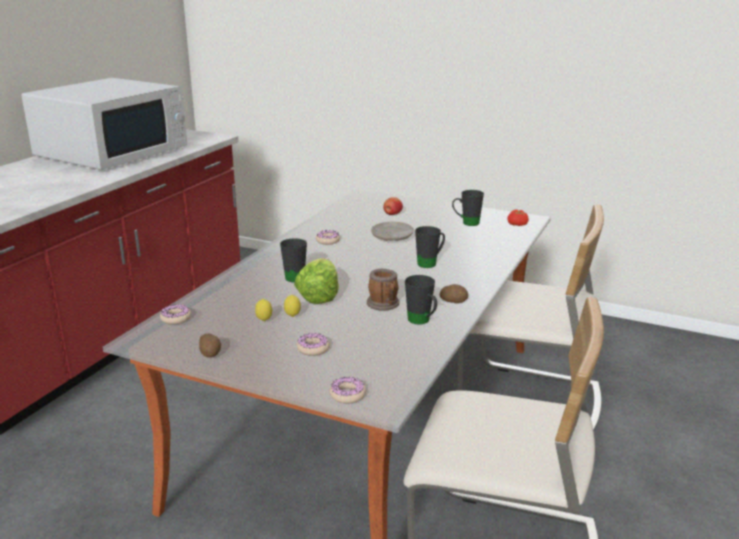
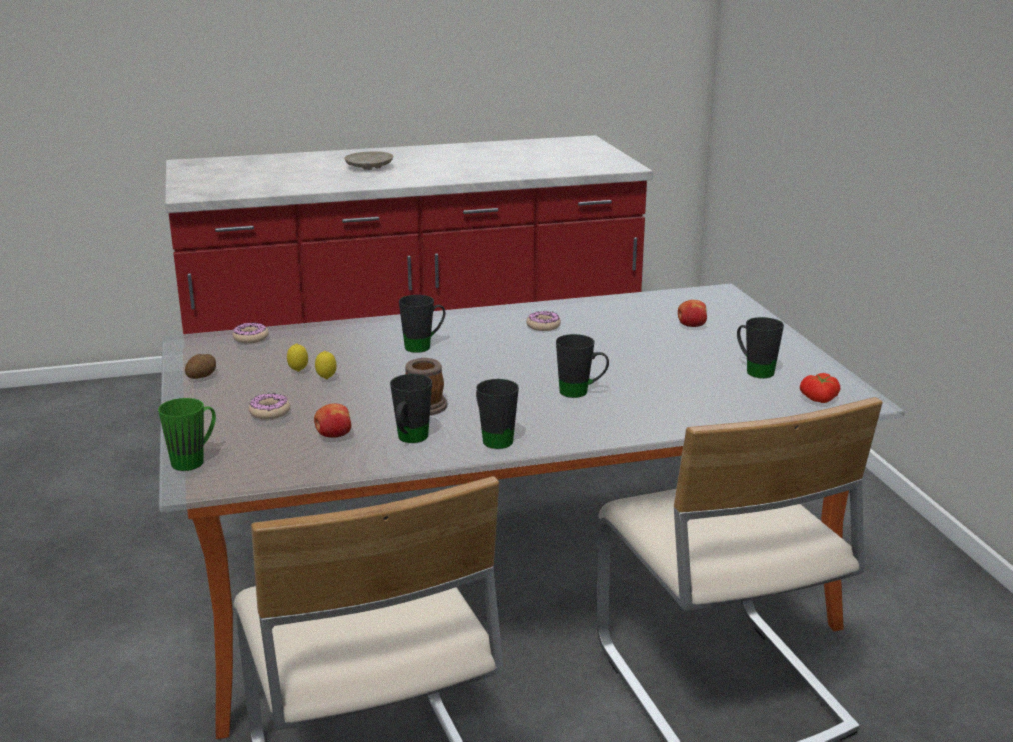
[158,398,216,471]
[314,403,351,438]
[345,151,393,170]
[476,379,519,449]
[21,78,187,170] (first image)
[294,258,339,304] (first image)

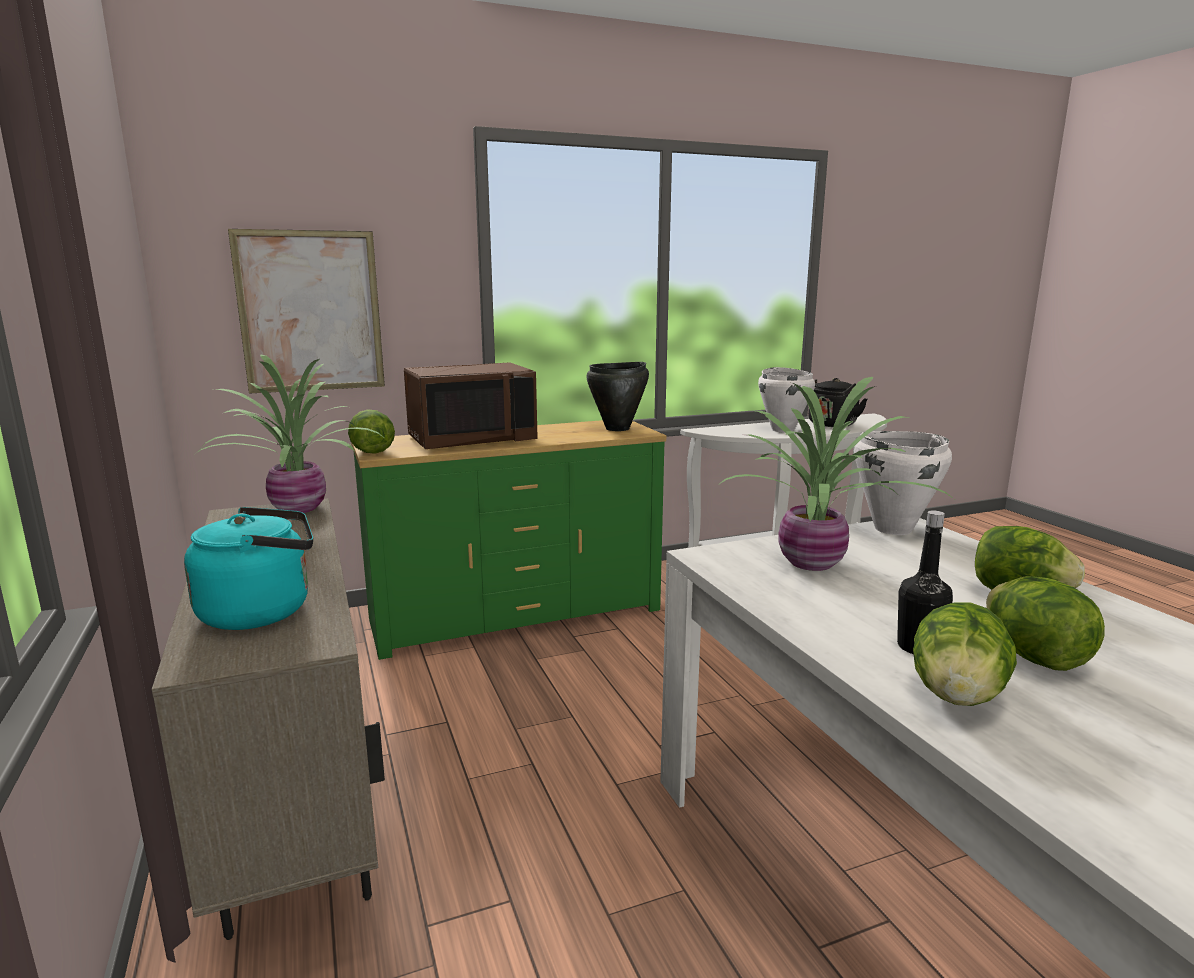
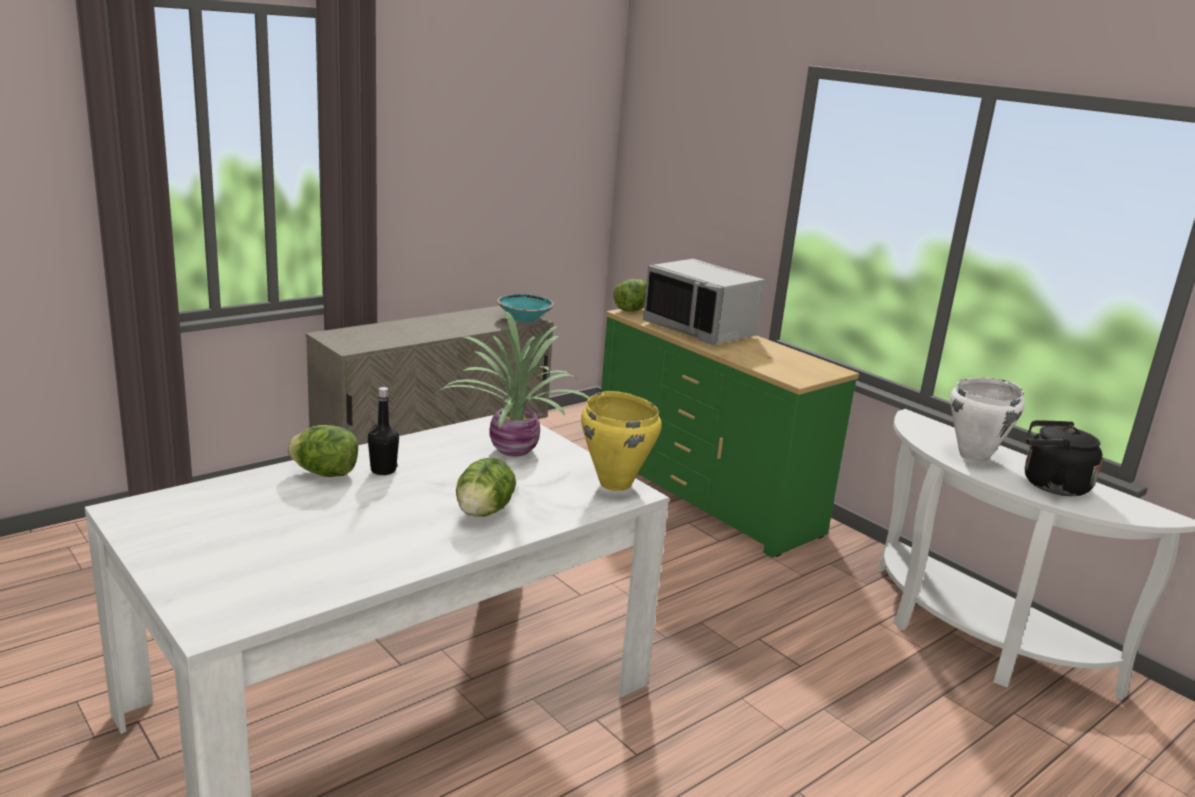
[497,294,554,322]
[581,391,662,491]
[643,259,765,345]
[184,507,313,630] (first image)
[228,229,385,394] (first image)
[587,362,649,431] (first image)
[986,576,1105,671] (first image)

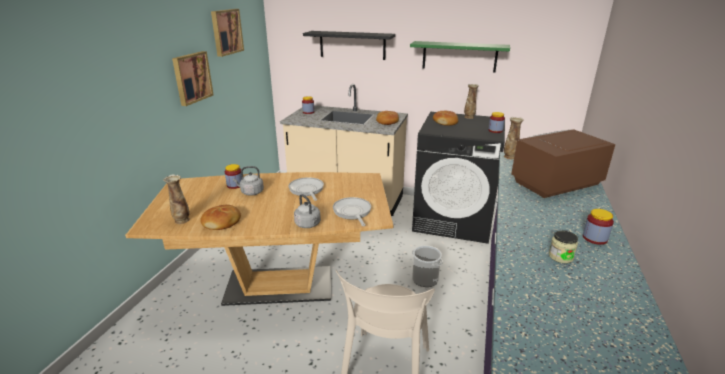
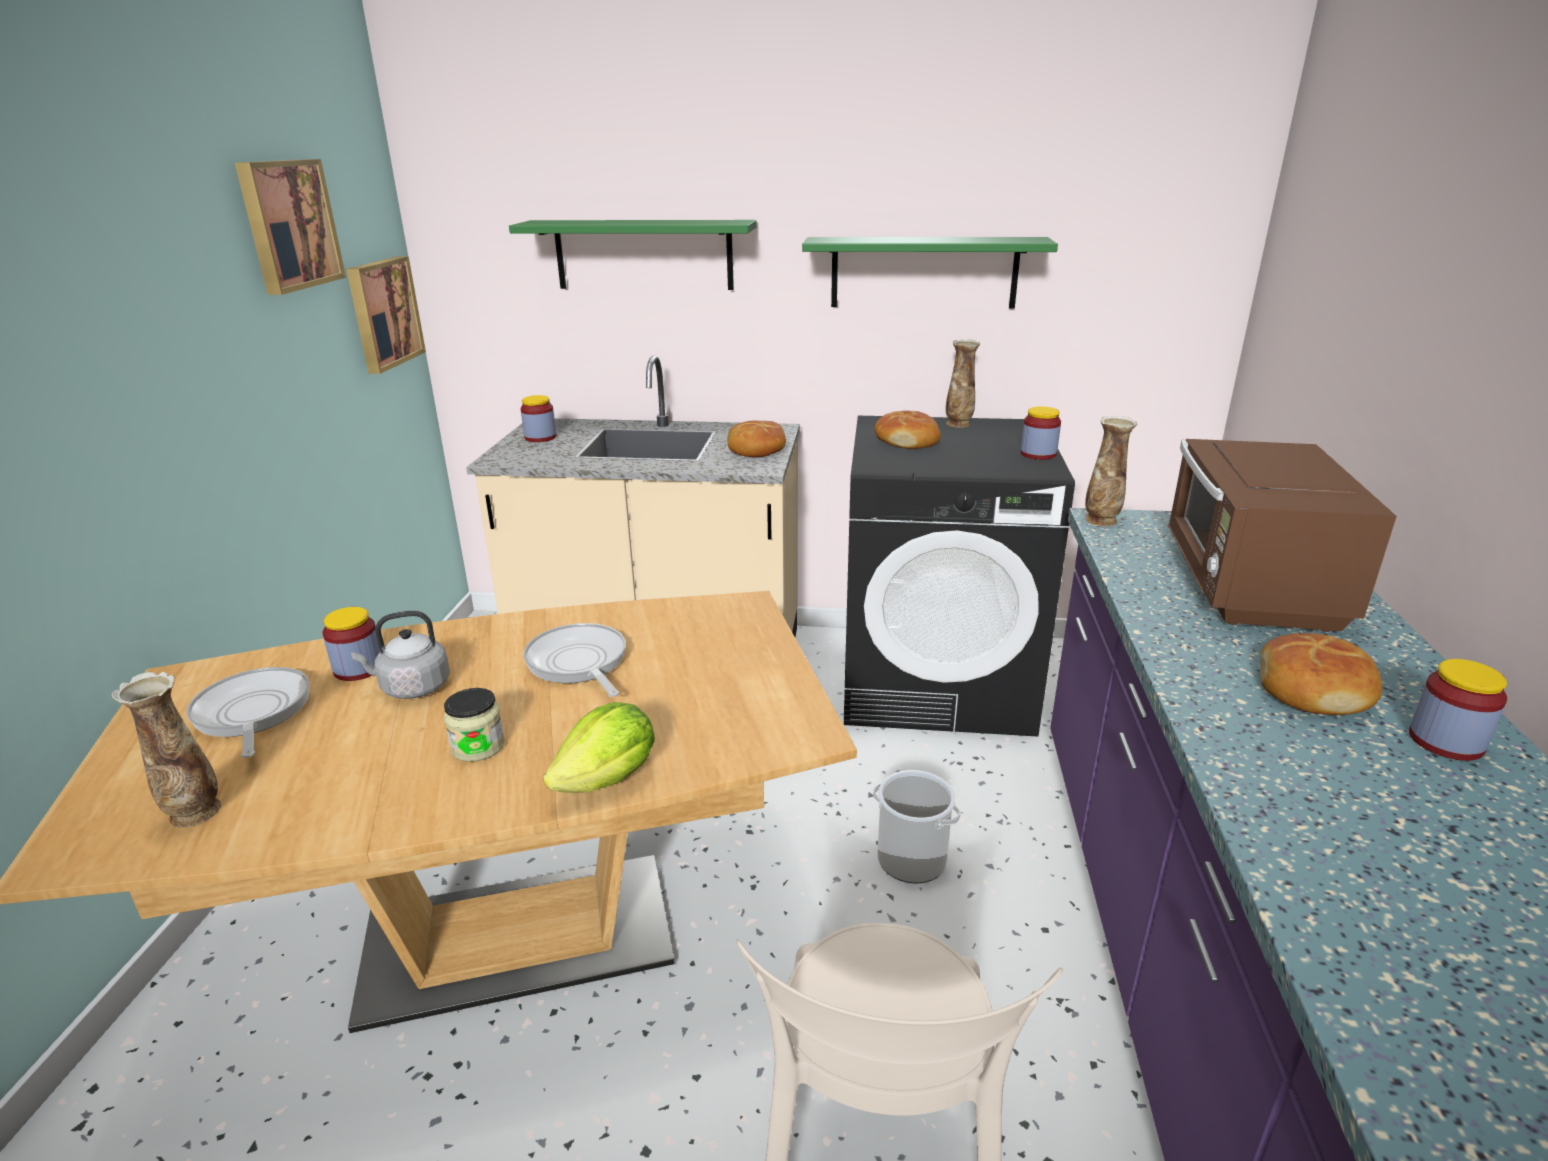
[186,667,310,758]
[346,256,426,374]
[444,688,505,762]
[509,220,757,290]
[543,702,655,793]
[1168,439,1397,632]
[1260,633,1382,715]

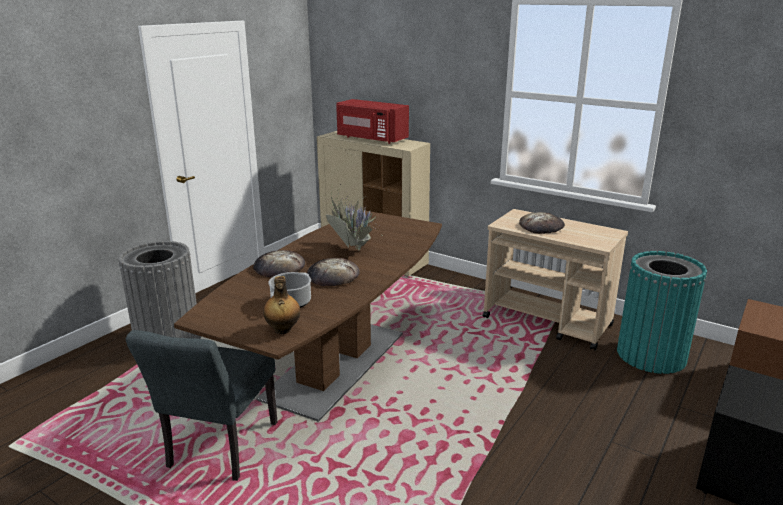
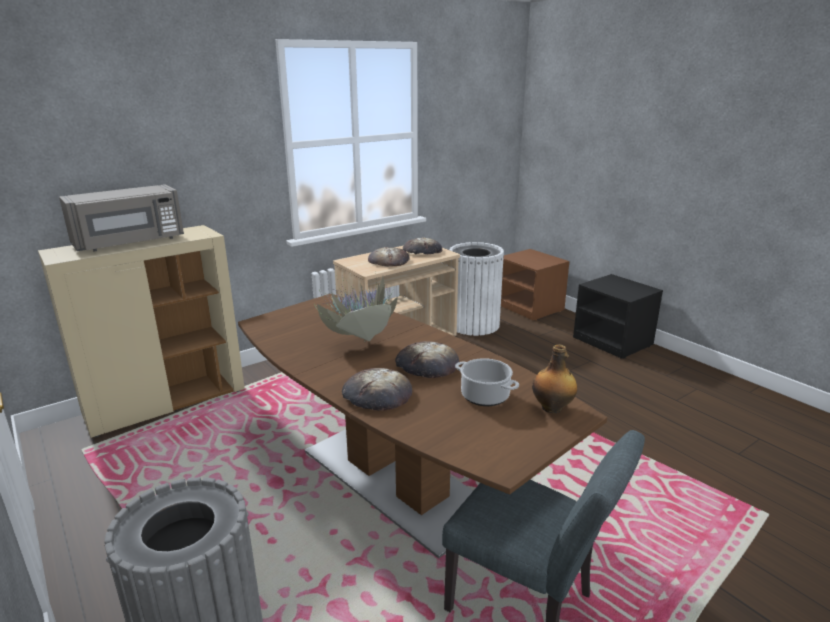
[59,184,184,252]
[403,237,442,255]
[450,242,504,336]

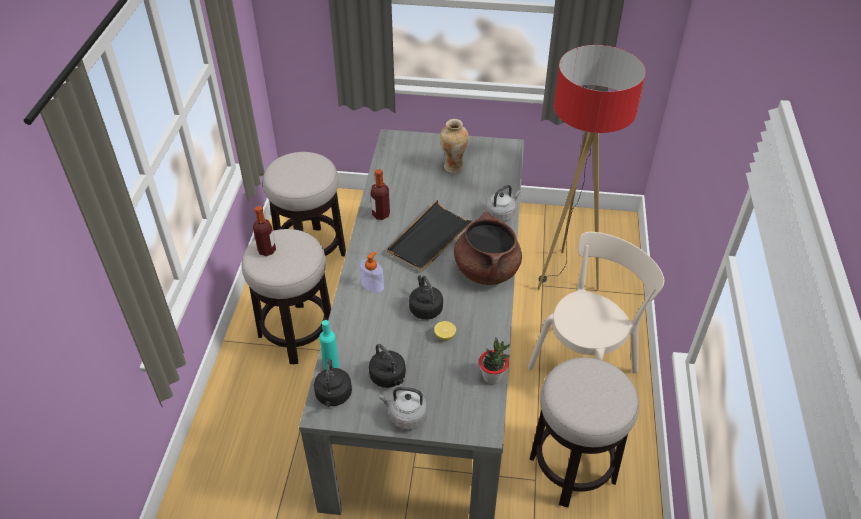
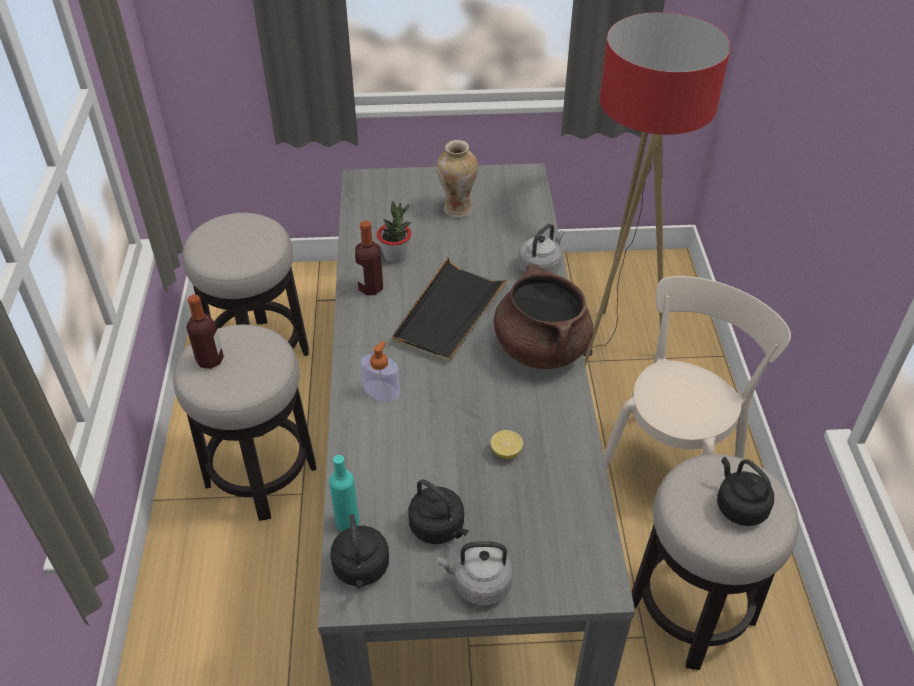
[377,201,411,263]
[717,457,774,526]

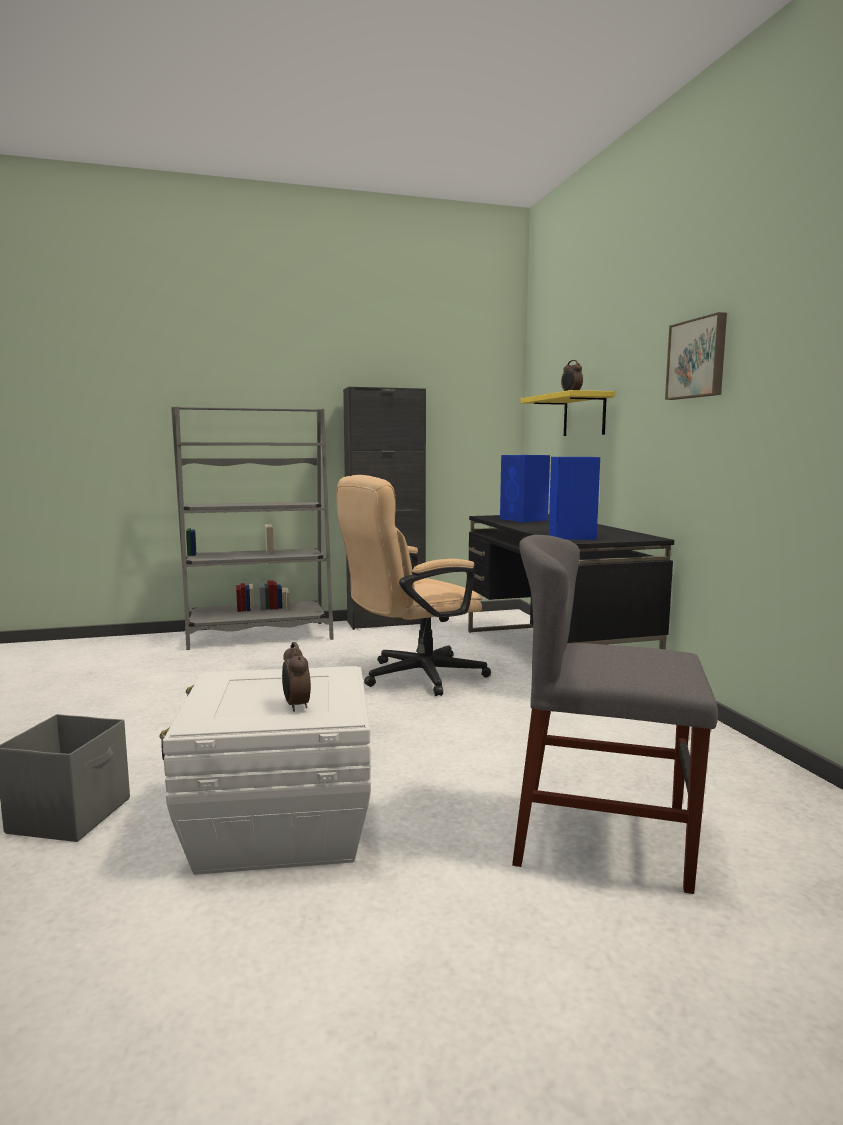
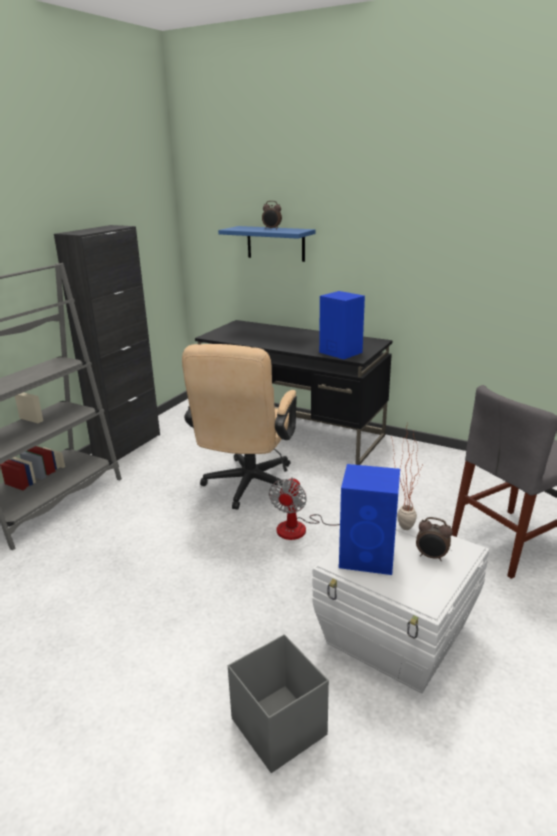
[218,226,316,262]
[269,477,340,540]
[339,464,400,575]
[391,424,421,530]
[665,312,727,400] (first image)

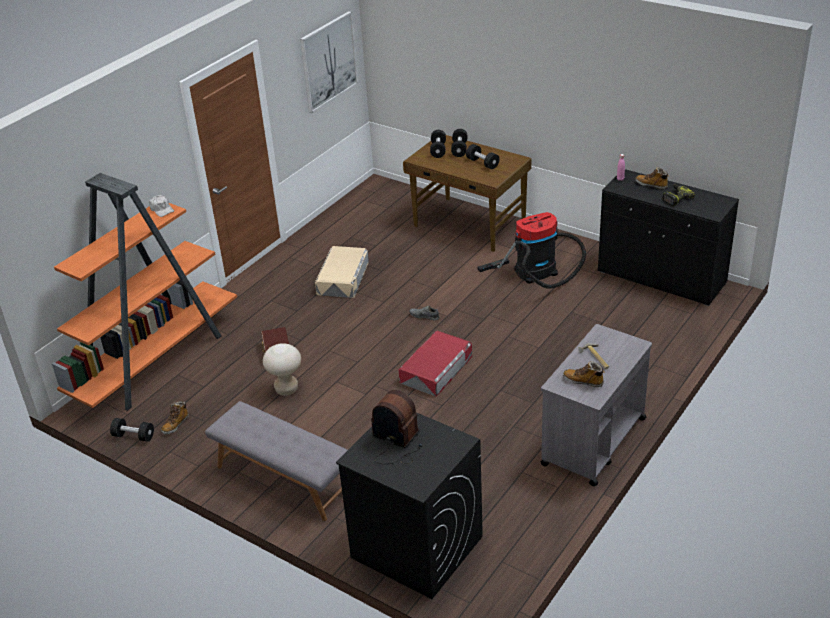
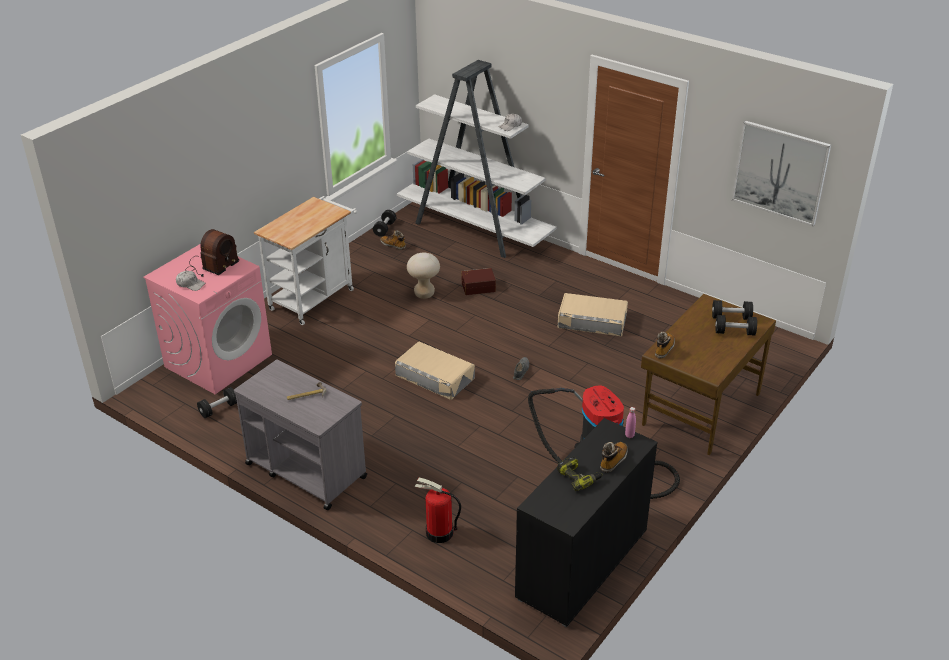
[143,244,272,394]
[176,271,205,291]
[197,387,237,418]
[254,196,357,325]
[395,342,475,400]
[397,60,556,258]
[414,478,461,543]
[655,332,675,358]

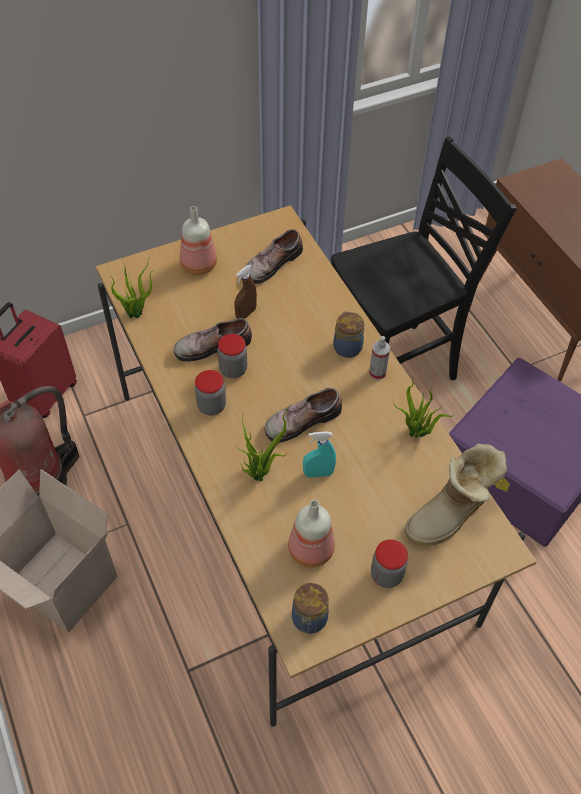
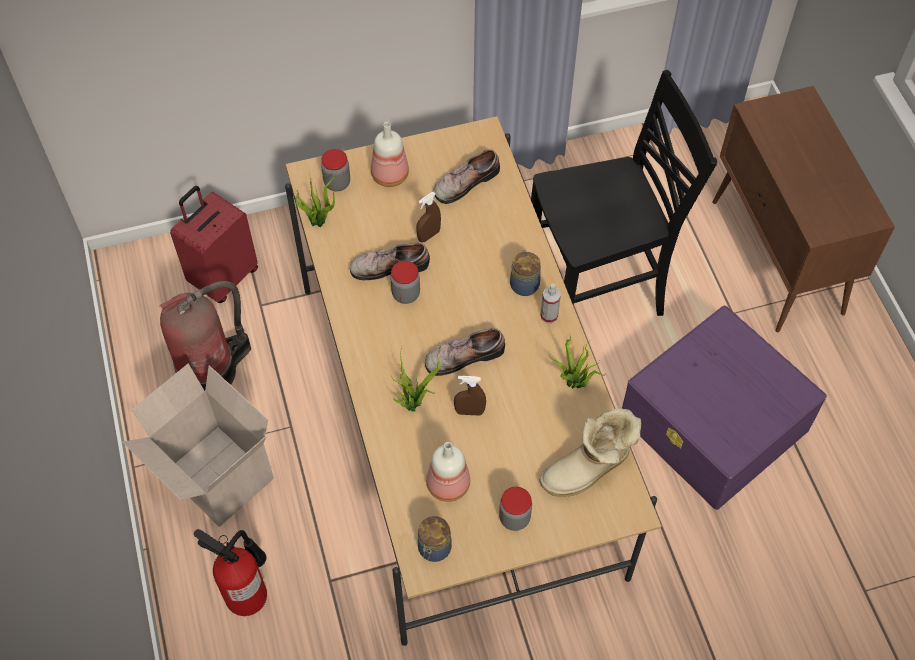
[194,529,267,616]
[321,149,350,191]
[454,376,486,416]

